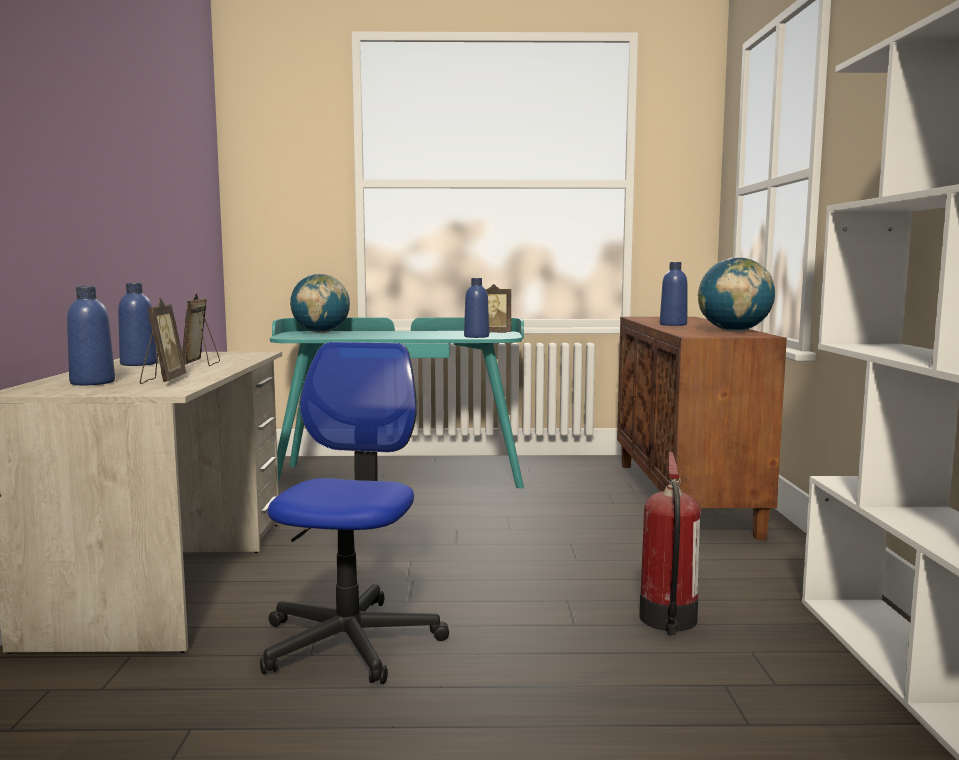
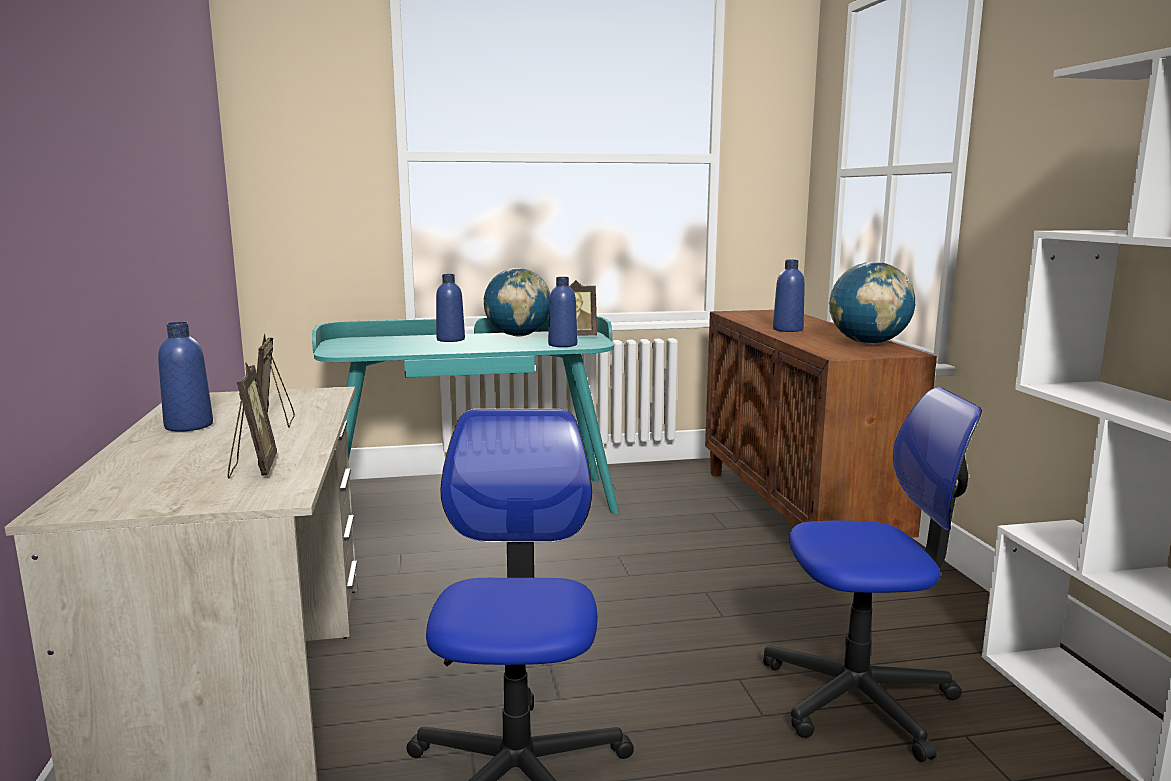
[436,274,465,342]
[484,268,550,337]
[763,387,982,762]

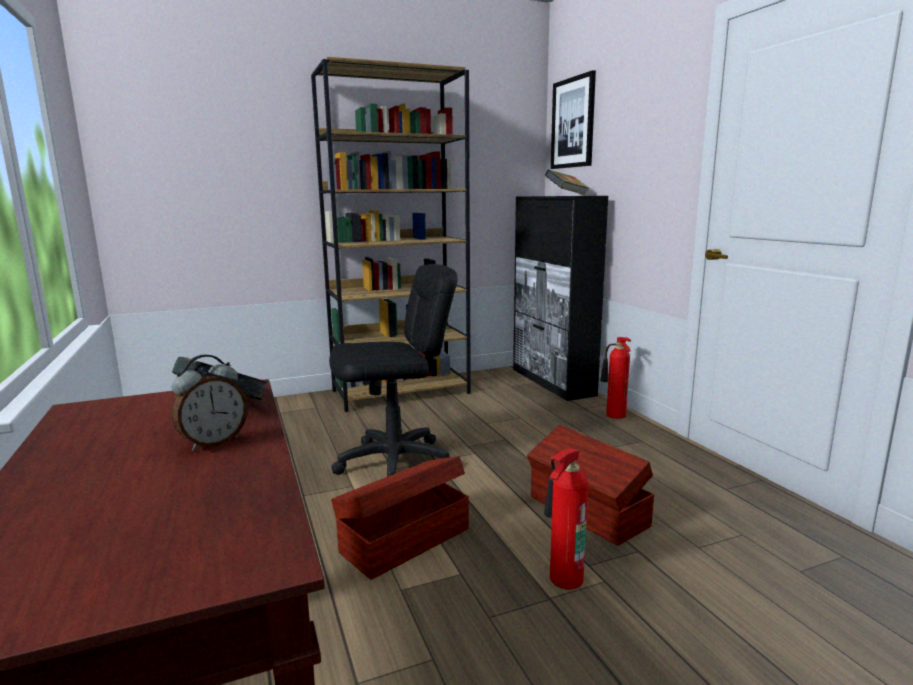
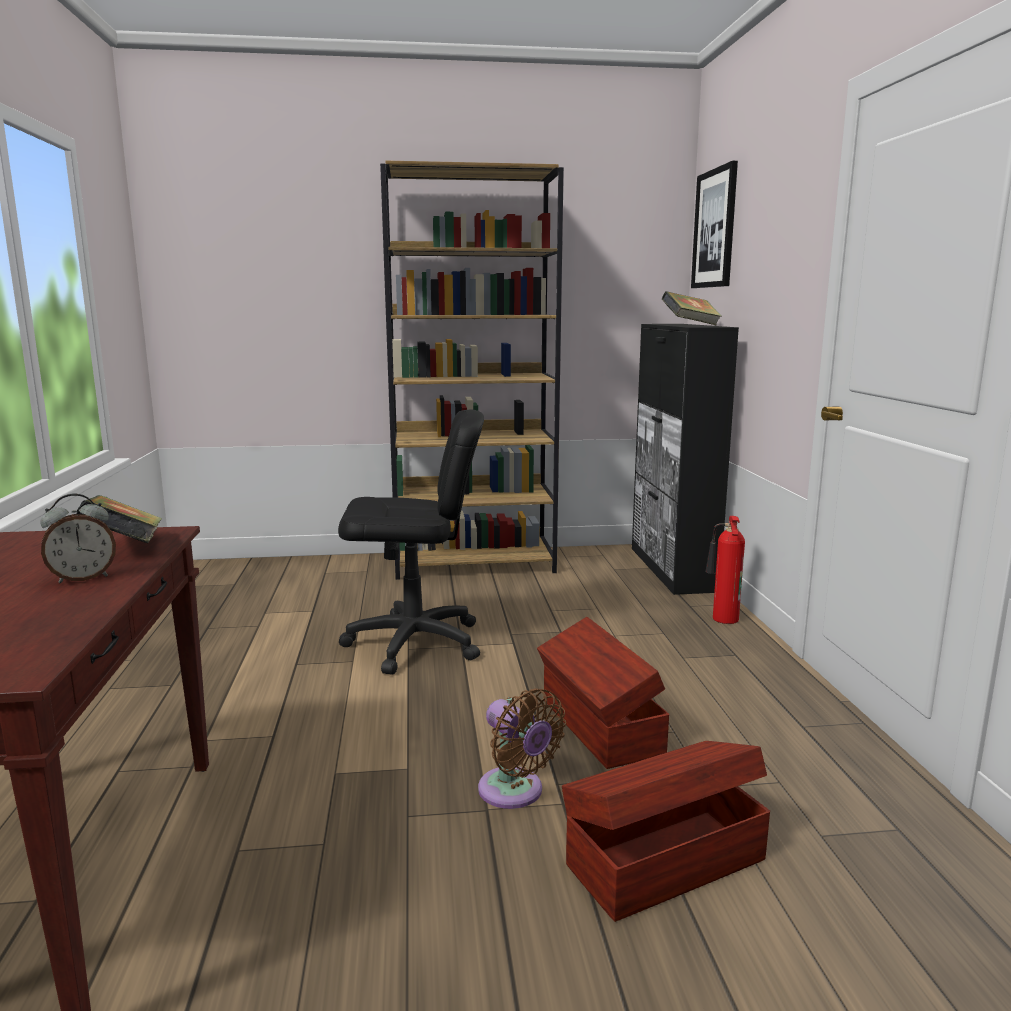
[478,688,566,809]
[562,741,770,922]

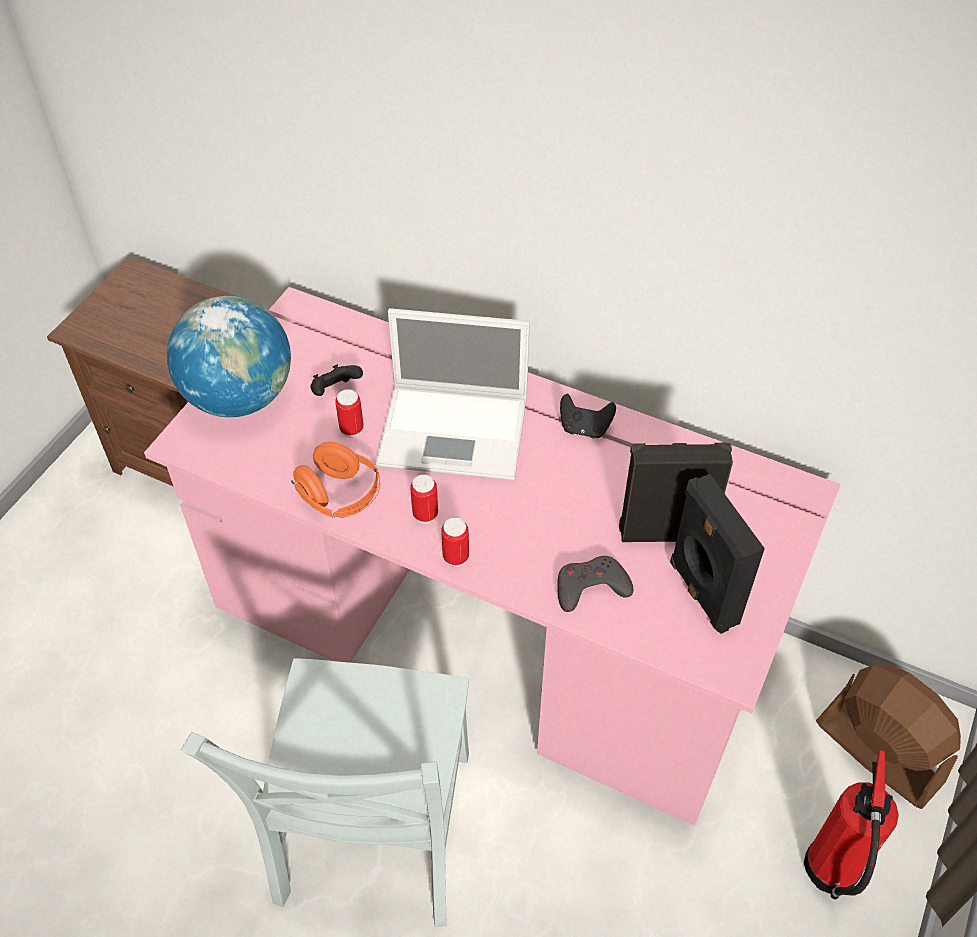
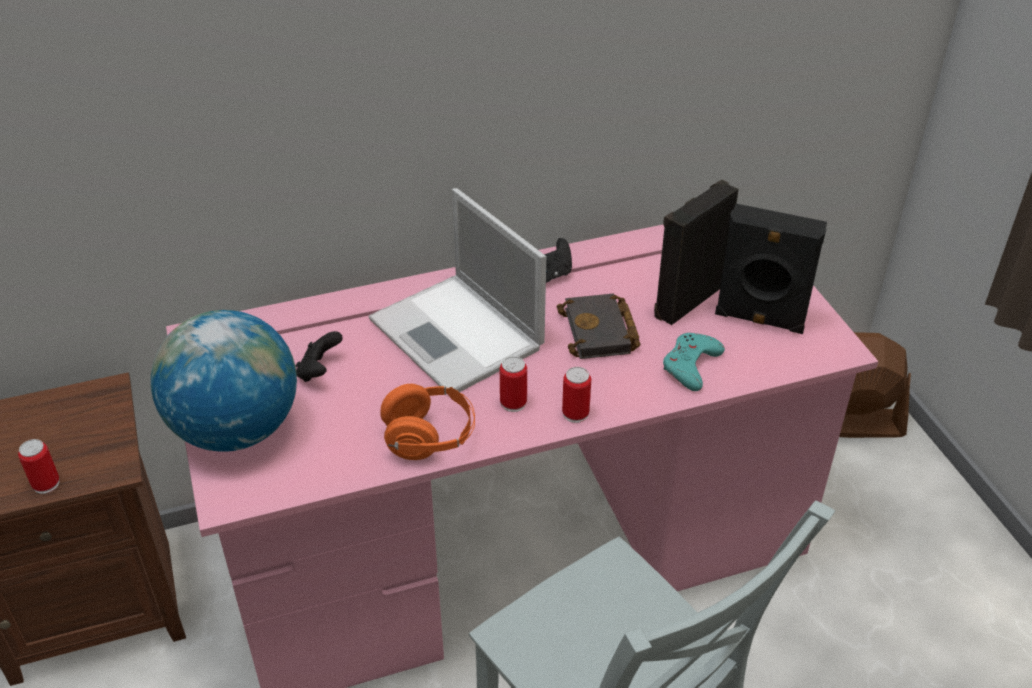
[18,439,59,494]
[368,188,546,392]
[557,294,641,359]
[663,333,725,391]
[804,750,899,899] (first image)

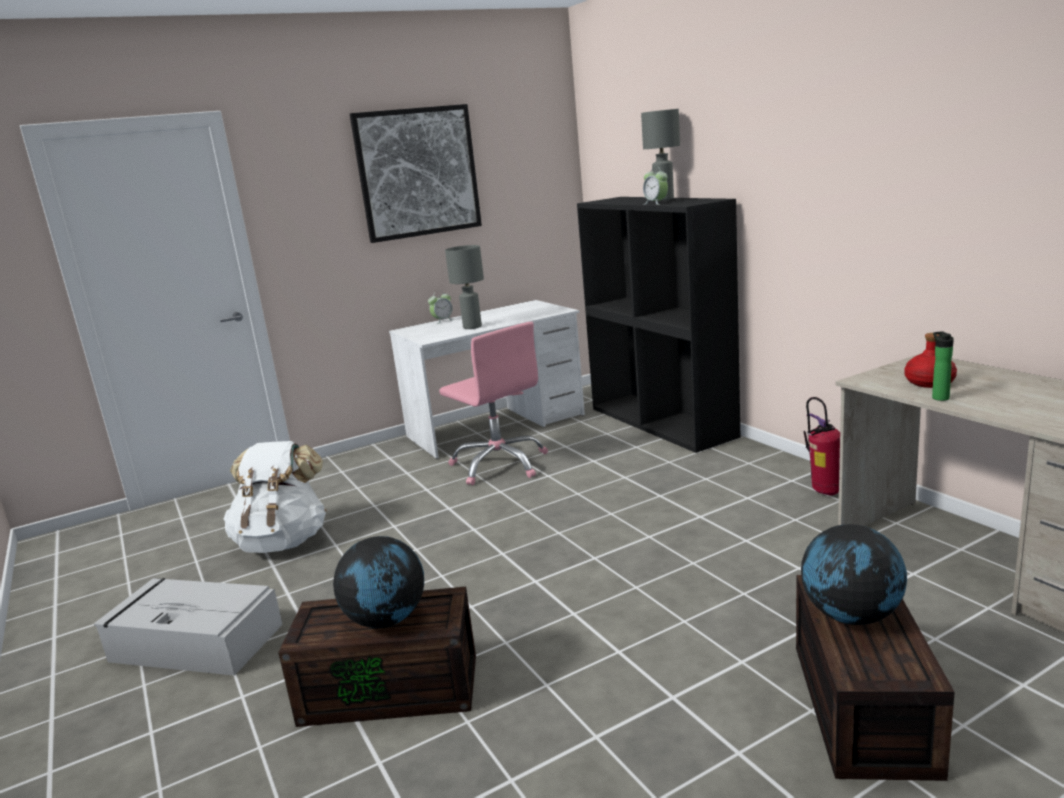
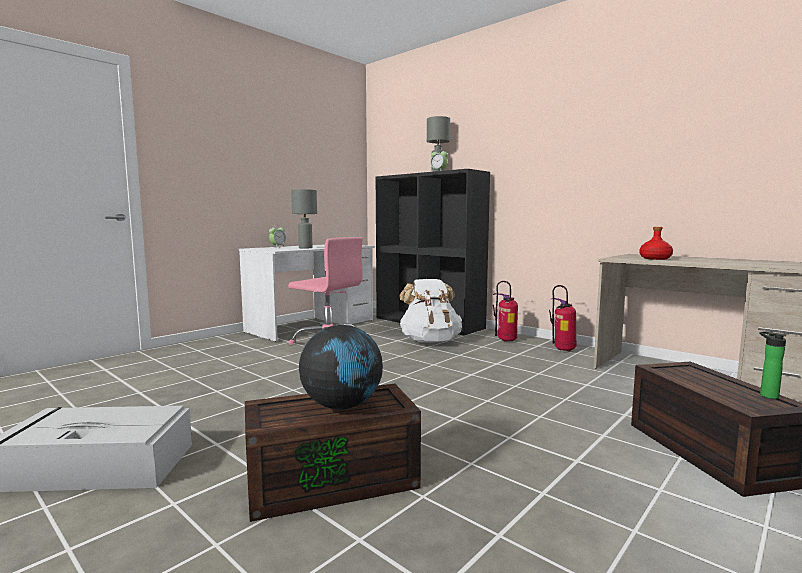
[399,279,462,342]
[493,281,518,341]
[760,331,786,399]
[350,104,482,243] (first image)
[801,524,907,625] (first image)

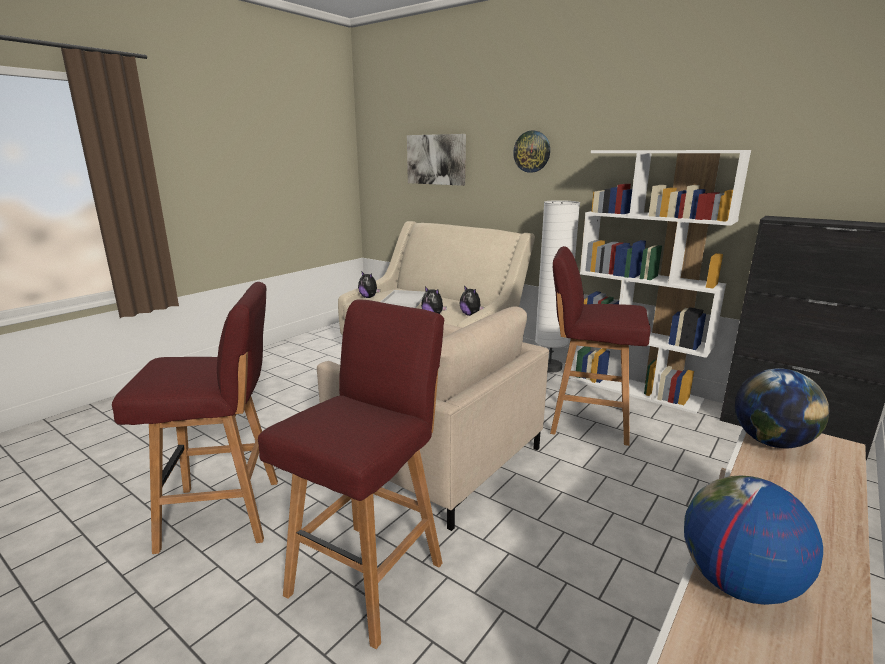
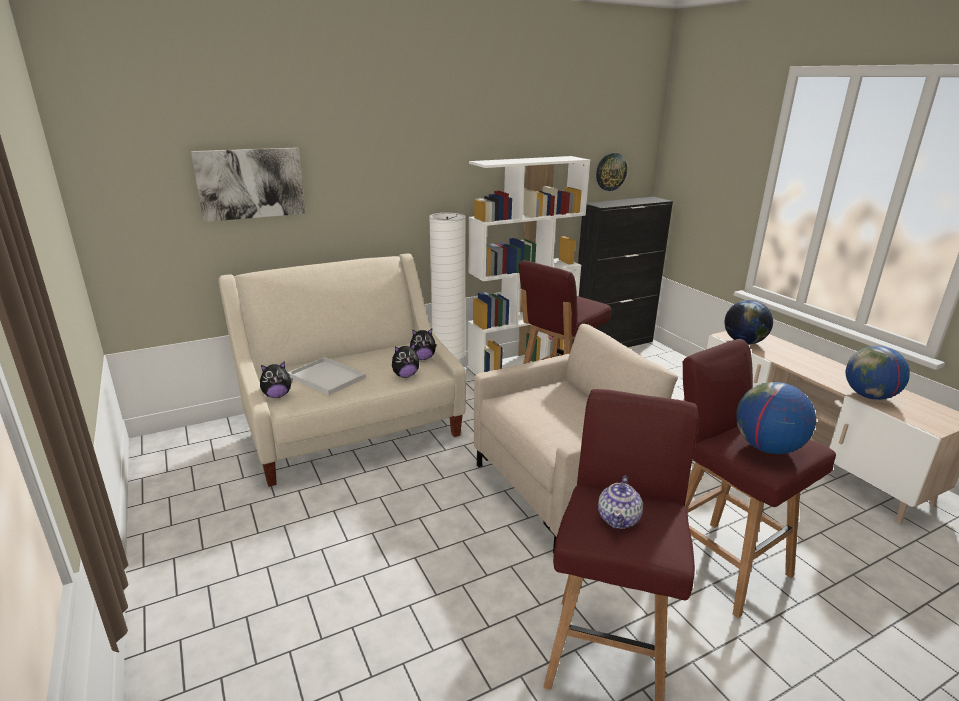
[596,153,627,191]
[598,476,643,529]
[736,382,816,454]

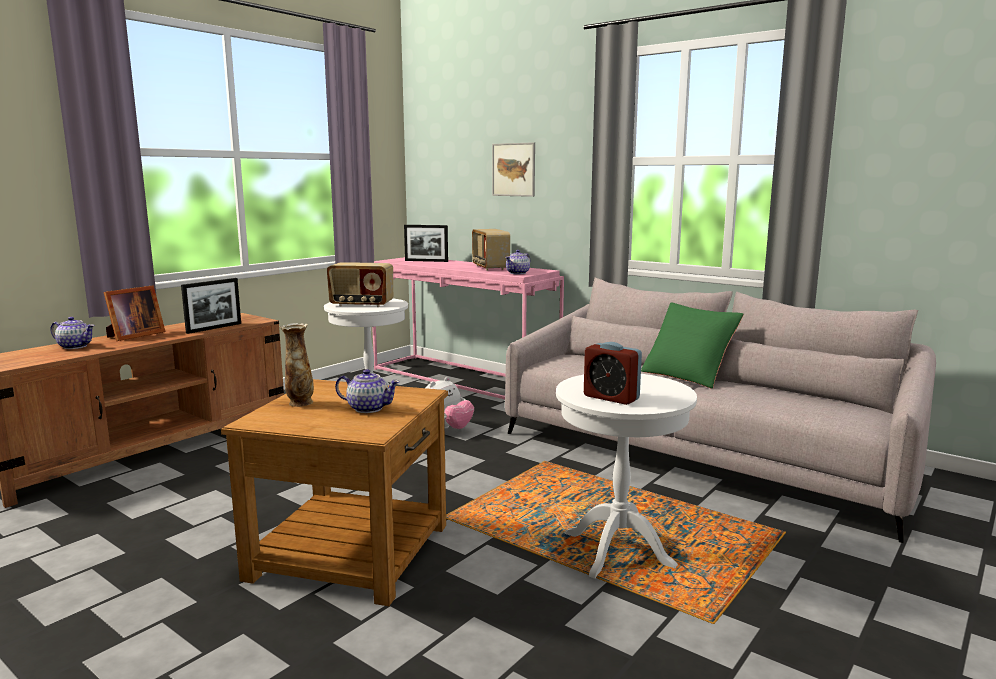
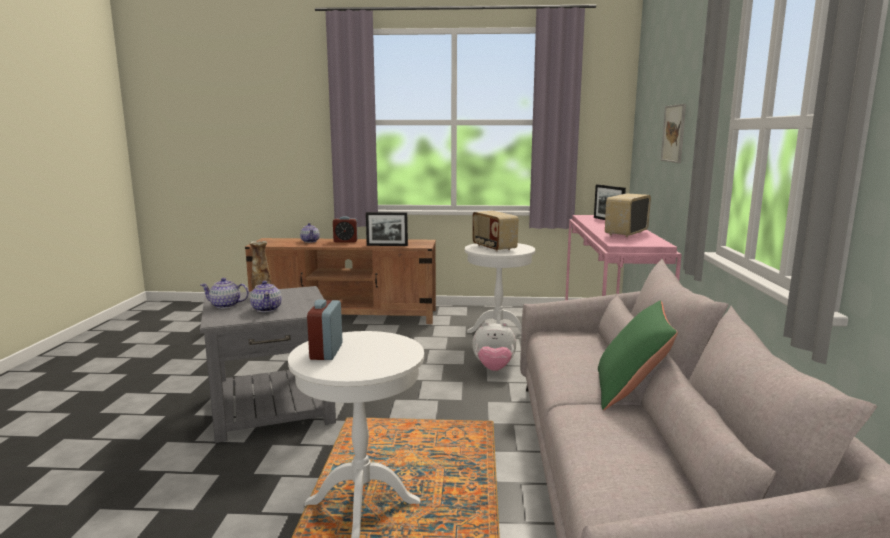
[200,278,249,309]
[200,286,336,443]
[333,216,358,242]

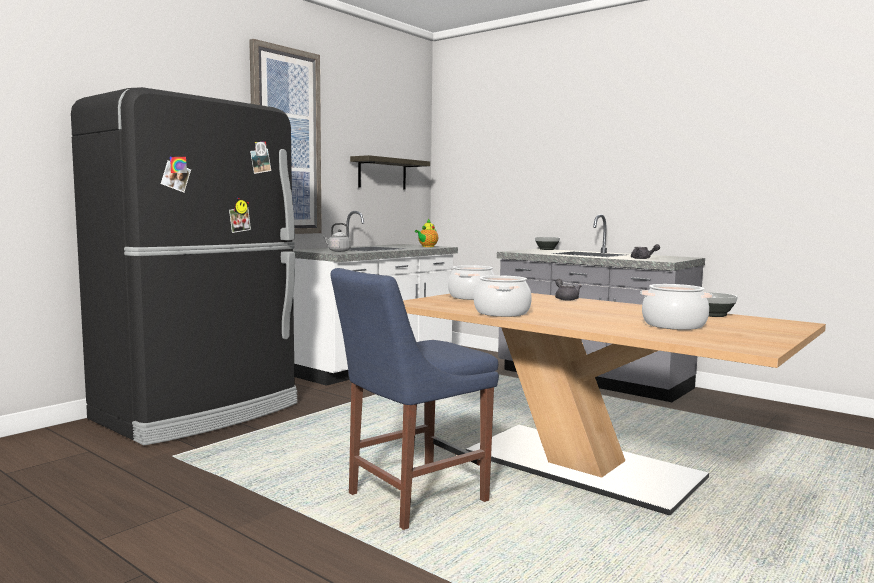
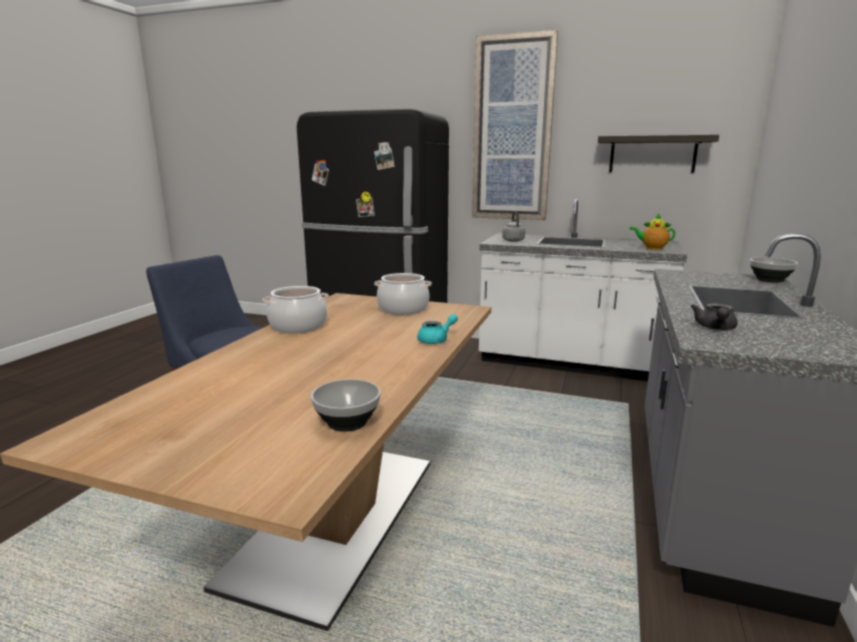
[417,314,458,344]
[640,284,713,330] (first image)

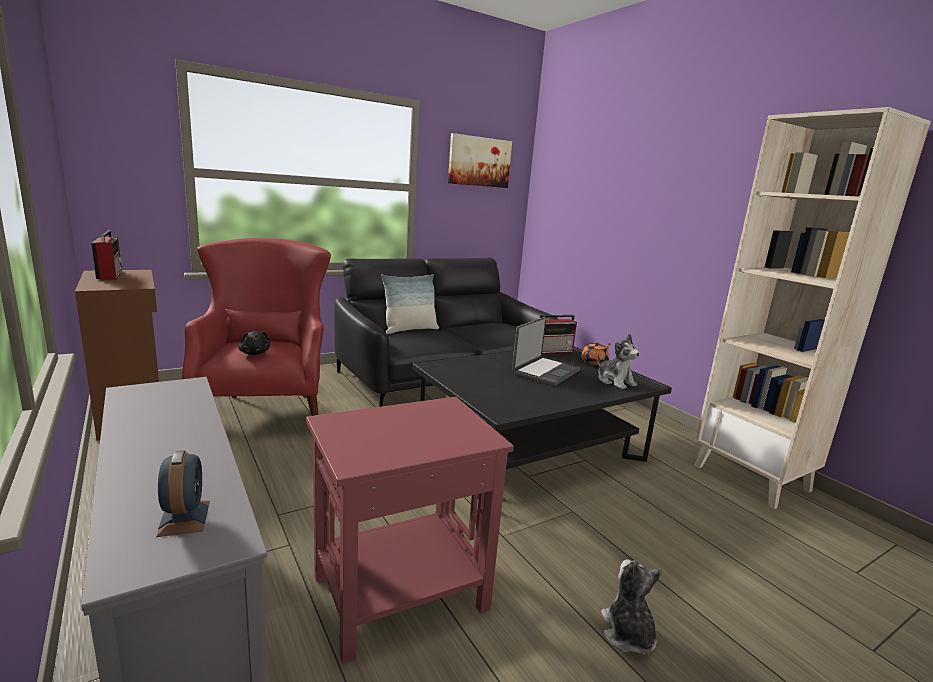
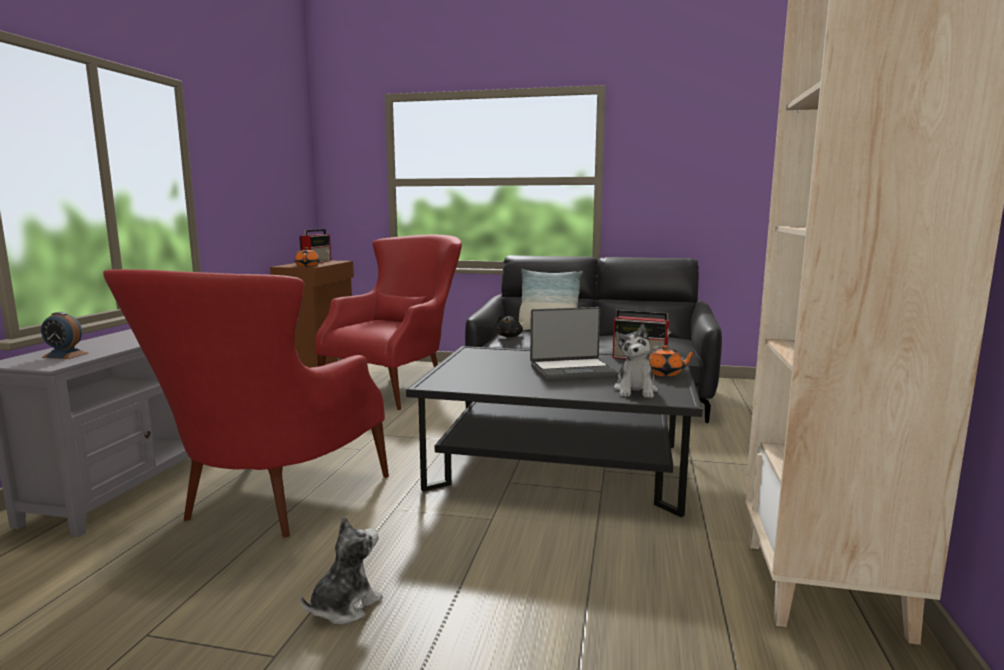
[41,312,89,359]
[103,269,389,538]
[295,247,320,267]
[497,315,523,337]
[448,133,512,188] (first image)

